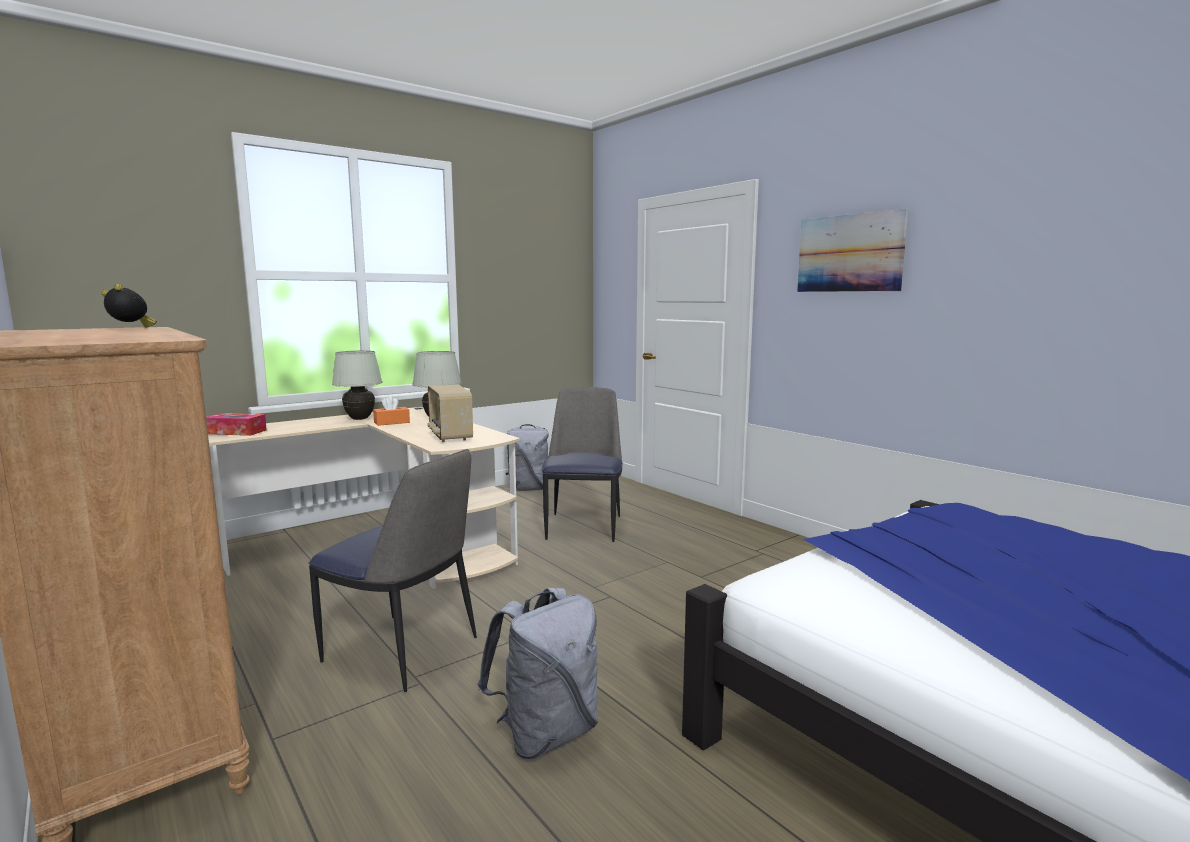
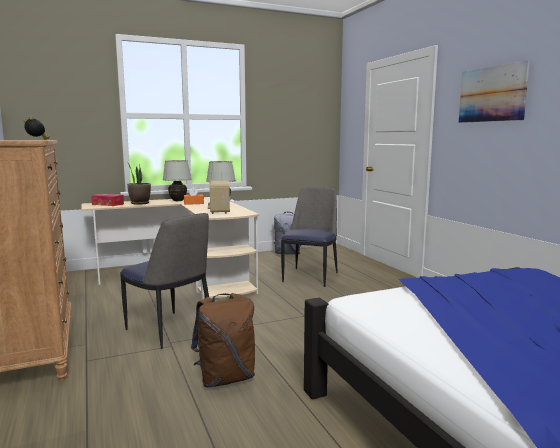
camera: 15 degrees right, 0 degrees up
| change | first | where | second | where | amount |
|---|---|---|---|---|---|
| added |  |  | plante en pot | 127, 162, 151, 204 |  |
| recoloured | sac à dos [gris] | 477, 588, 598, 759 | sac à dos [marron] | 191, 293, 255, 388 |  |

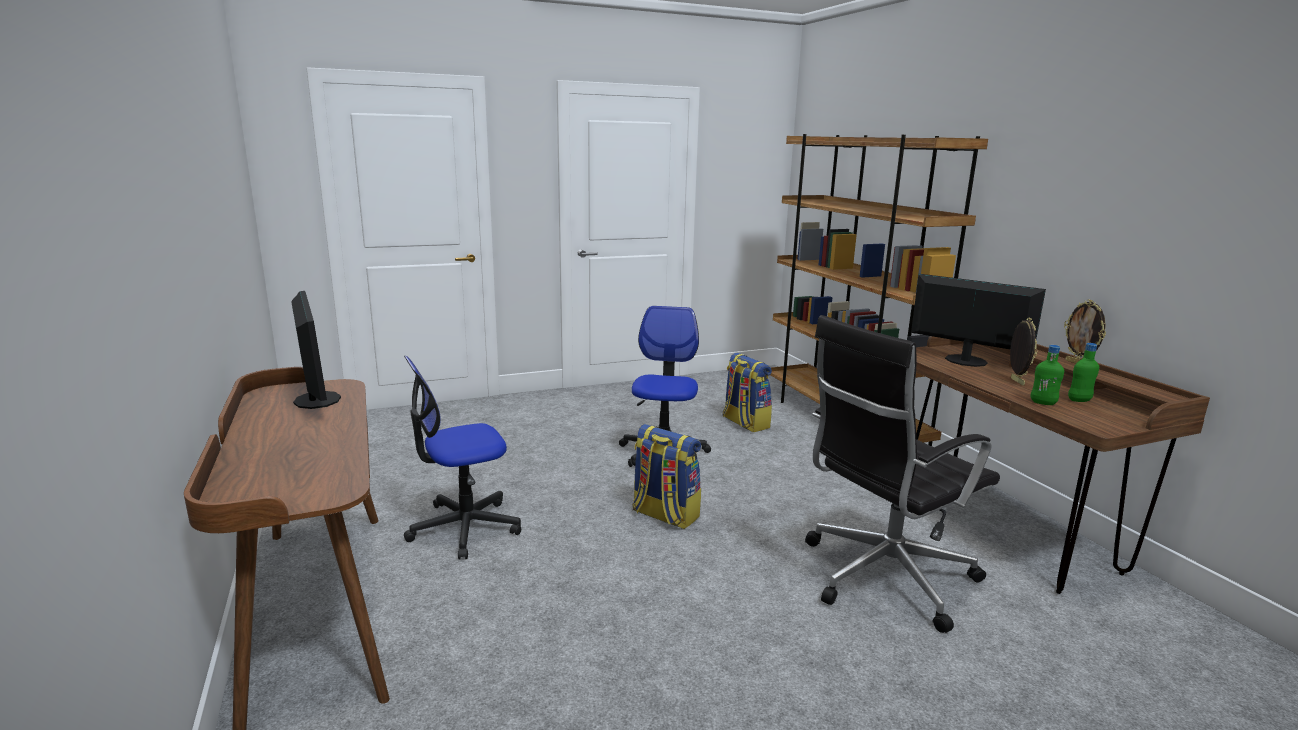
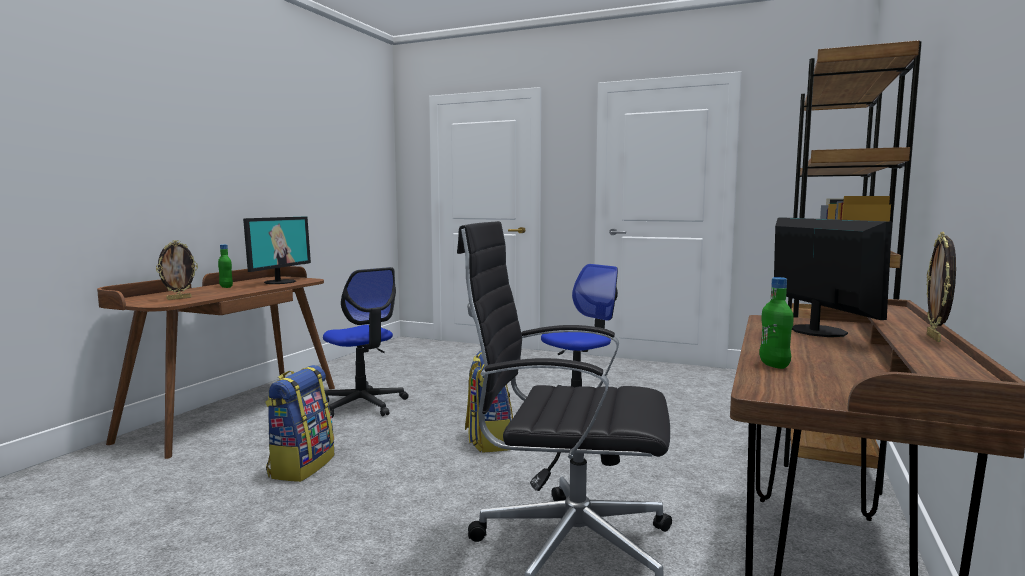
camera: 45 degrees right, 10 degrees down
| change | first | where | second | where | amount |
|---|---|---|---|---|---|
| moved | sac à dos | 722, 353, 772, 432 |  | 265, 365, 334, 482 |  |
| moved | cadre photo | 1010, 317, 1037, 386 |  | 156, 240, 198, 300 |  |
| moved | bouteille [vert] | 1068, 343, 1099, 402 |  | 218, 244, 233, 288 |  |
| turned | chaise de bureau | 404, 356, 521, 559 |  | 323, 267, 409, 418 | 150 degrees counterclockwise |

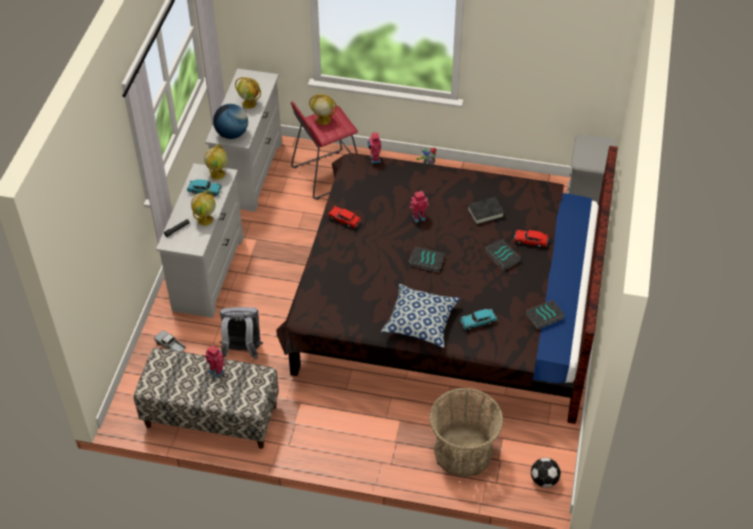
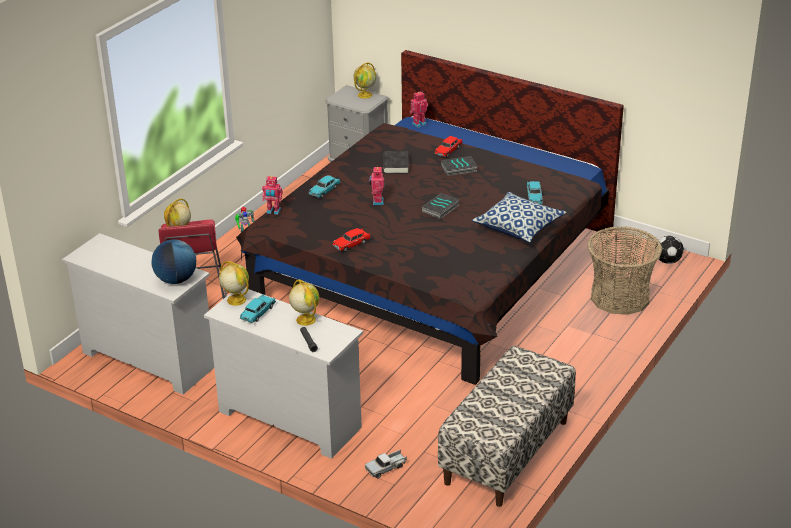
camera: 70 degrees left, 15 degrees down
| change | first | where | second | where | amount |
|---|---|---|---|---|---|
| removed | sac à dos [gris] | 220, 307, 263, 360 |  |  |  |
| removed | livre | 525, 300, 565, 330 |  |  |  |
| added |  |  | petite voiture [turquoise] | 309, 175, 340, 198 |  |
| moved | robot jouet | 205, 345, 226, 378 |  | 409, 91, 428, 128 |  |
| moved | globe | 235, 77, 261, 109 |  | 353, 62, 376, 99 |  |

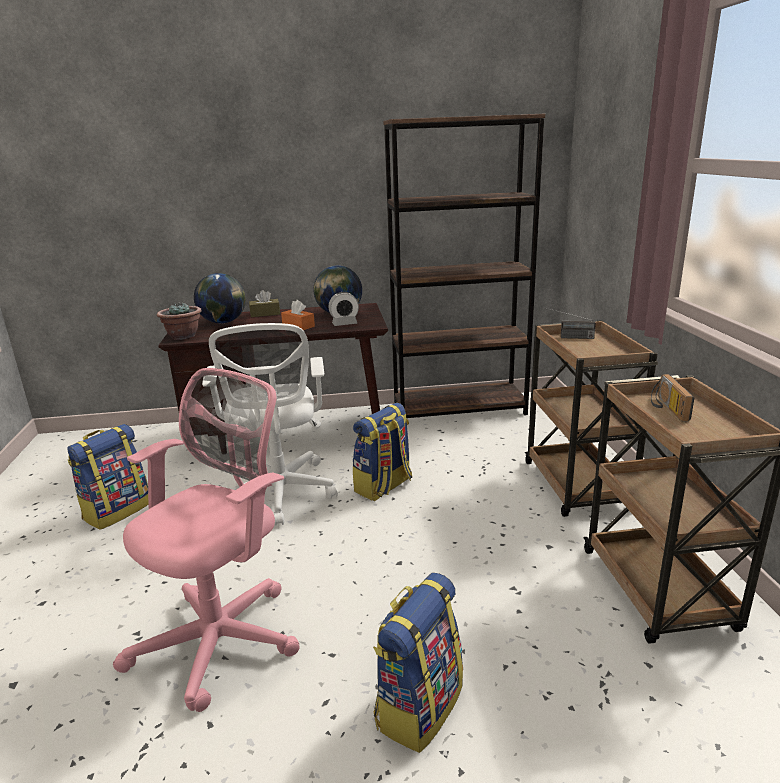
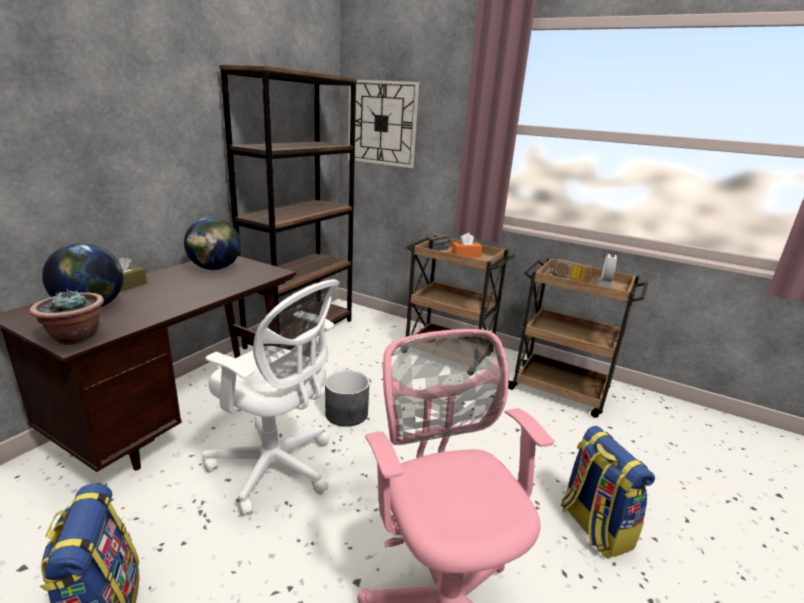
camera: 55 degrees left, 0 degrees up
| change | first | where | second | where | amount |
|---|---|---|---|---|---|
| added |  |  | horloge murale | 348, 80, 419, 168 |  |
| moved | boîte à mouchoirs [orange] | 281, 300, 315, 330 |  | 452, 233, 483, 258 |  |
| moved | réveil | 329, 292, 359, 326 |  | 598, 254, 617, 288 |  |
| replaced | sac à dos | 353, 403, 412, 501 | cache-pot [gris] | 325, 370, 369, 427 |  |

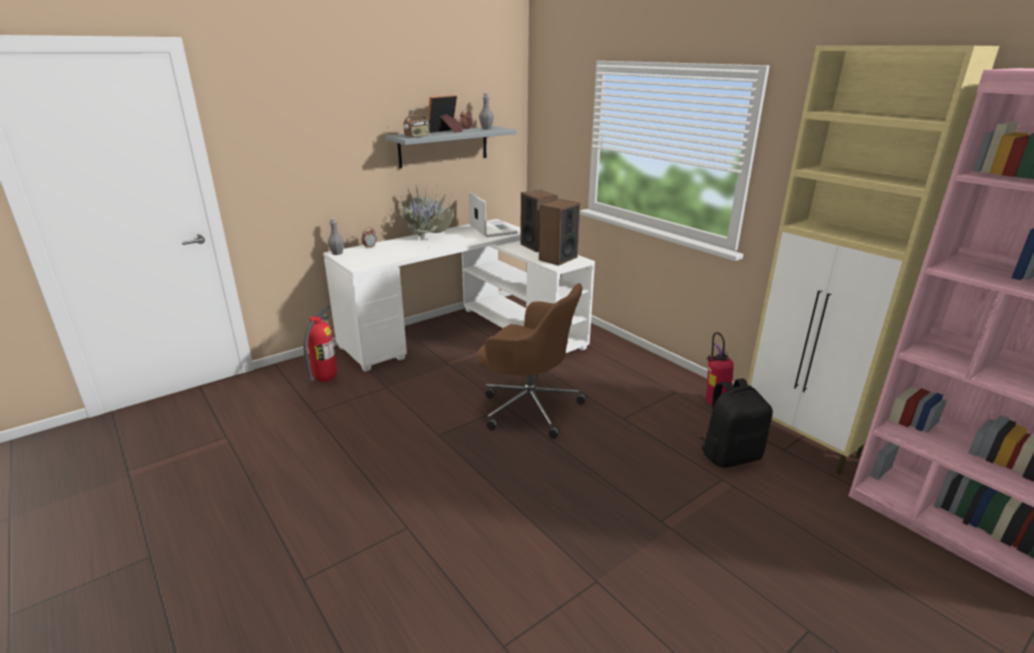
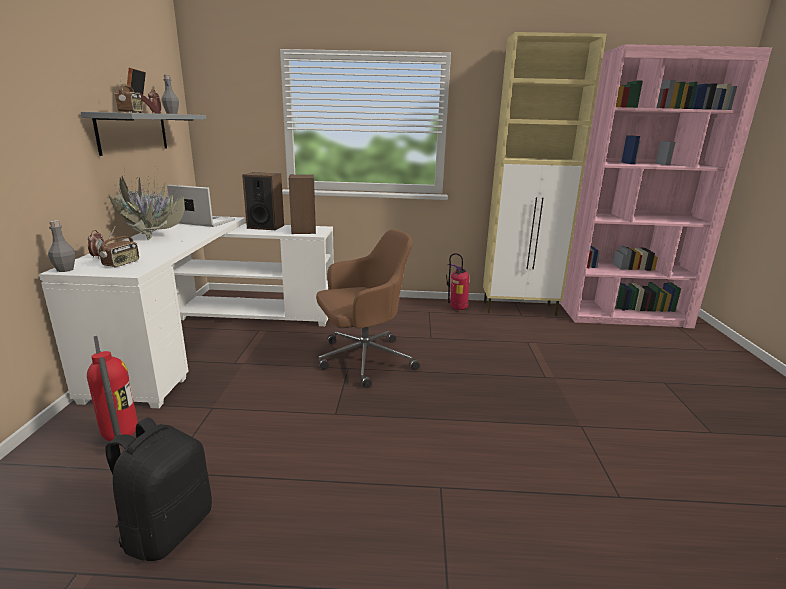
camera: 50 degrees left, 5 degrees down
| change | first | where | second | where | amount |
|---|---|---|---|---|---|
| added |  |  | radio | 99, 225, 139, 267 |  |
| moved | sac à dos [noir] | 700, 378, 773, 468 |  | 106, 417, 212, 561 |  |

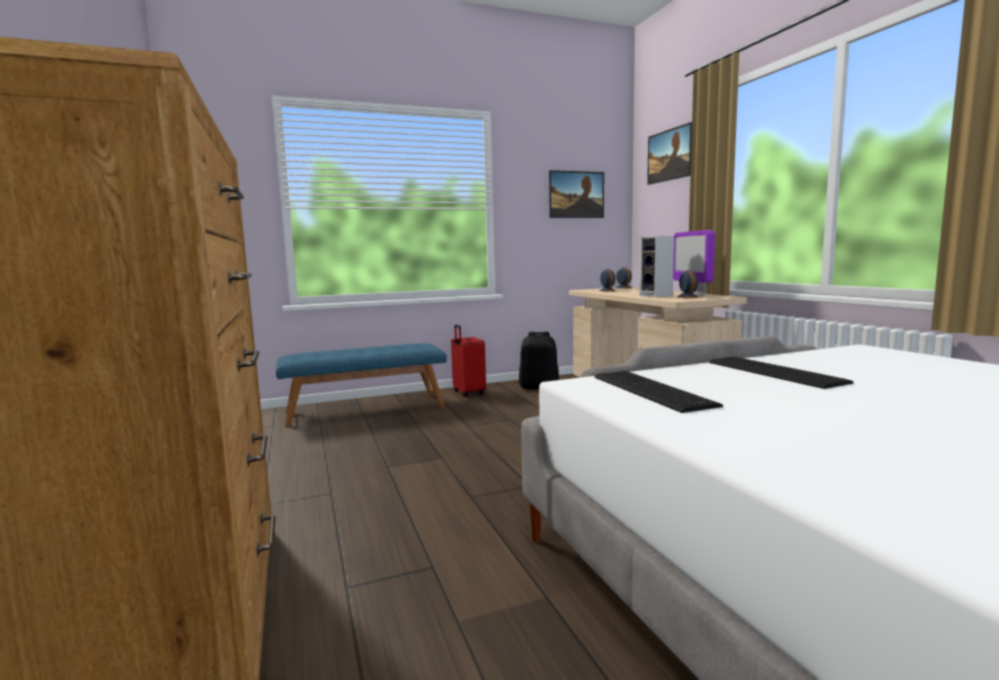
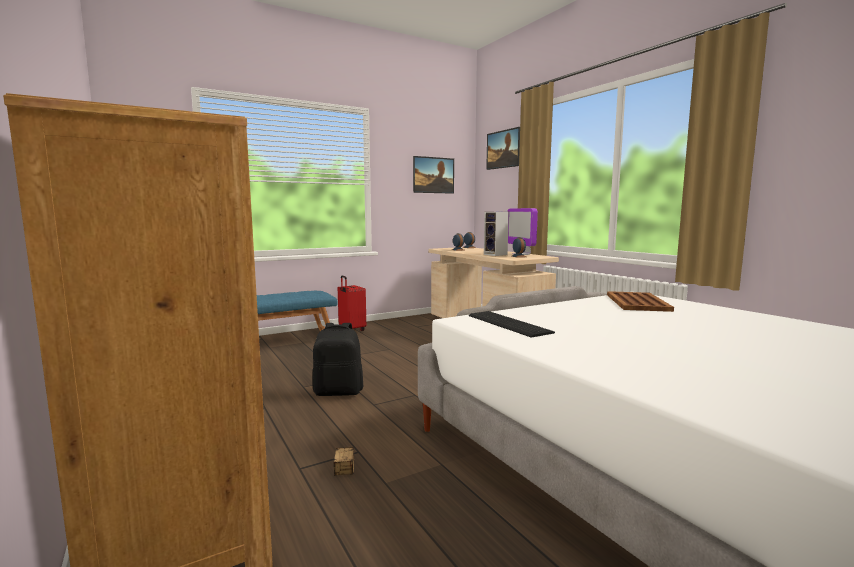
camera: 10 degrees left, 0 degrees up
| change | first | where | second | where | amount |
|---|---|---|---|---|---|
| removed | clavier | 709, 357, 854, 389 |  |  |  |
| added |  |  | boîte de rangement | 334, 447, 354, 476 |  |
| added |  |  | plateau [marron] | 607, 291, 674, 312 |  |
| moved | sac à dos [noir] | 519, 332, 559, 389 |  | 312, 323, 363, 396 |  |

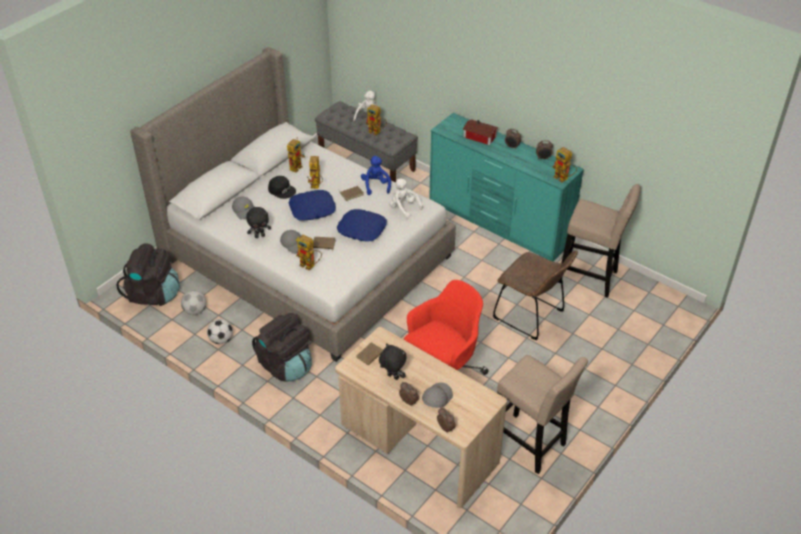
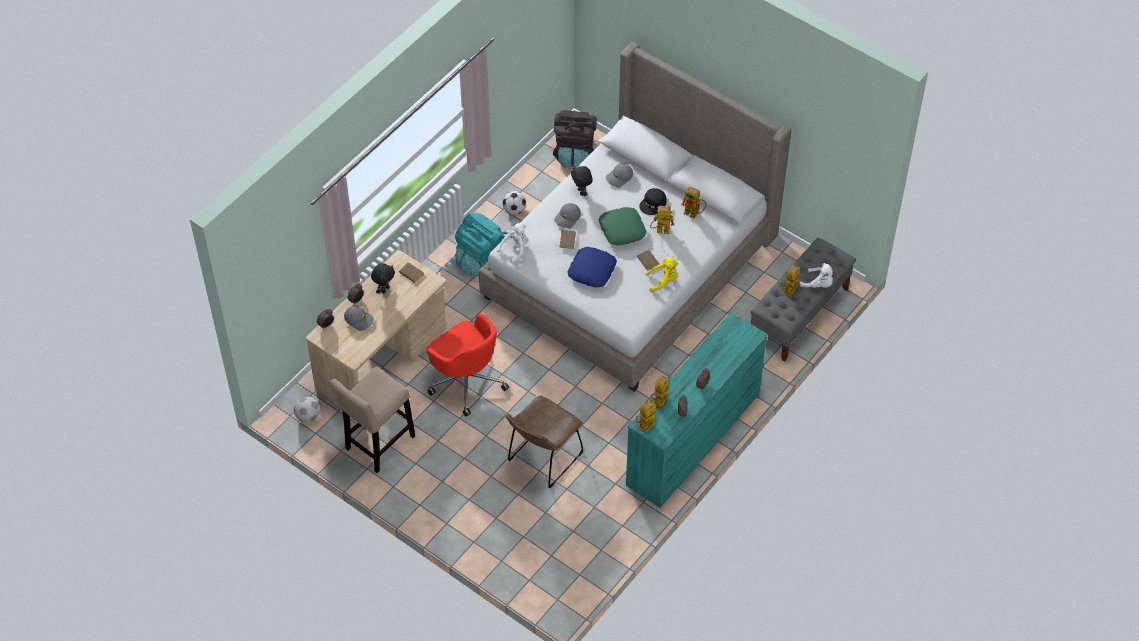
camera: 90 degrees right, 10 degrees up
| change | first | where | second | where | amount |
|---|---|---|---|---|---|
| removed | maison miniature | 463, 119, 499, 145 |  |  |  |
| removed | tabouret [beige] | 558, 184, 641, 298 |  |  |  |
| moved | ballon de foot | 181, 290, 206, 315 |  | 294, 397, 320, 422 |  |
| moved | robot jouet | 296, 235, 322, 271 |  | 650, 375, 670, 408 |  |
| moved | peluche [blanc] | 389, 178, 423, 219 |  | 497, 223, 527, 264 |  |
| recoloured | sac à dos [noir] | 252, 313, 312, 382 | sac à dos [turquoise] | 455, 213, 507, 276 |  |
| recoloured | coussin [bleu] | 289, 190, 336, 221 | coussin [vert] | 599, 207, 647, 245 |  |
| recoloured | peluche [bleu] | 361, 156, 391, 195 | peluche [jaune] | 646, 258, 679, 292 |  |

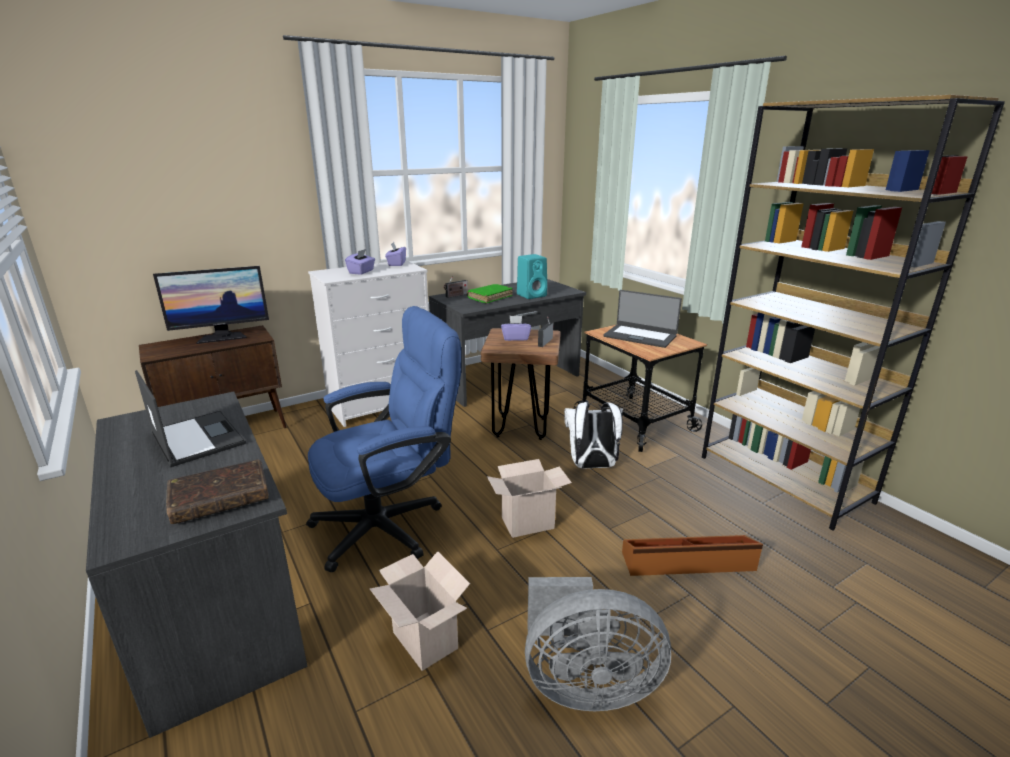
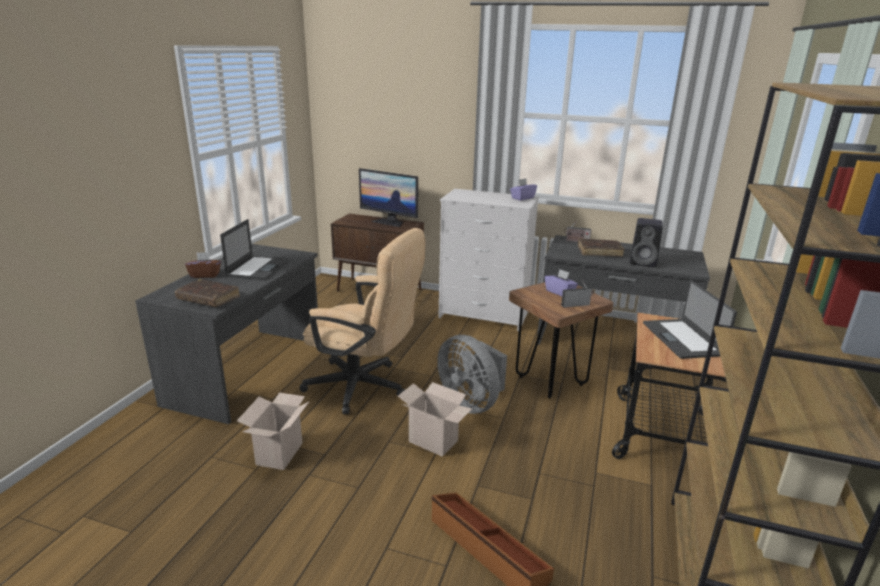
camera: 50 degrees right, 0 degrees up
| change | first | where | second | where | amount |
|---|---|---|---|---|---|
| removed | boîte à mouchoirs [violet] | 345, 249, 375, 275 |  |  |  |
| removed | sac à dos [blanc] | 564, 402, 623, 469 |  |  |  |
| added |  |  | boîte à mouchoirs [marron] | 185, 252, 221, 278 |  |
| moved | ventilateur [gris] | 525, 577, 671, 711 |  | 437, 335, 507, 414 |  |
| recoloured | chaise de bureau [bleu] | 306, 306, 461, 573 | chaise de bureau [beige] | 300, 228, 426, 414 |  |
| recoloured | livre [vert] | 467, 284, 513, 304 | livre [marron] | 578, 239, 625, 257 |  |
| recoloured | enceinte [turquoise] | 517, 254, 547, 299 | enceinte [noir] | 630, 218, 663, 267 |  |

